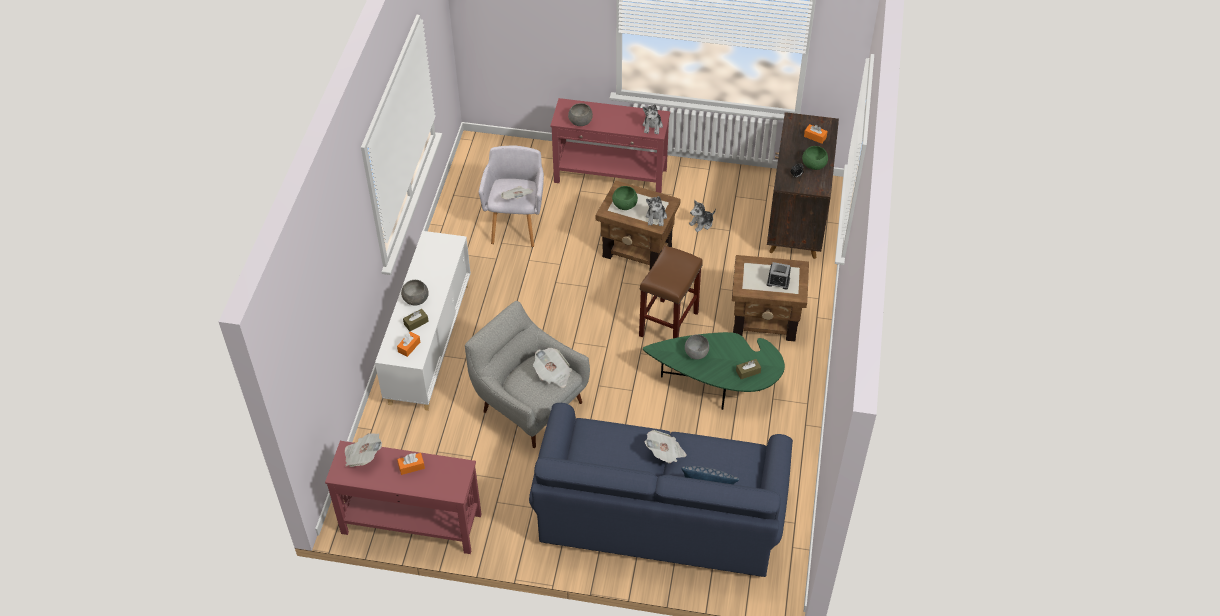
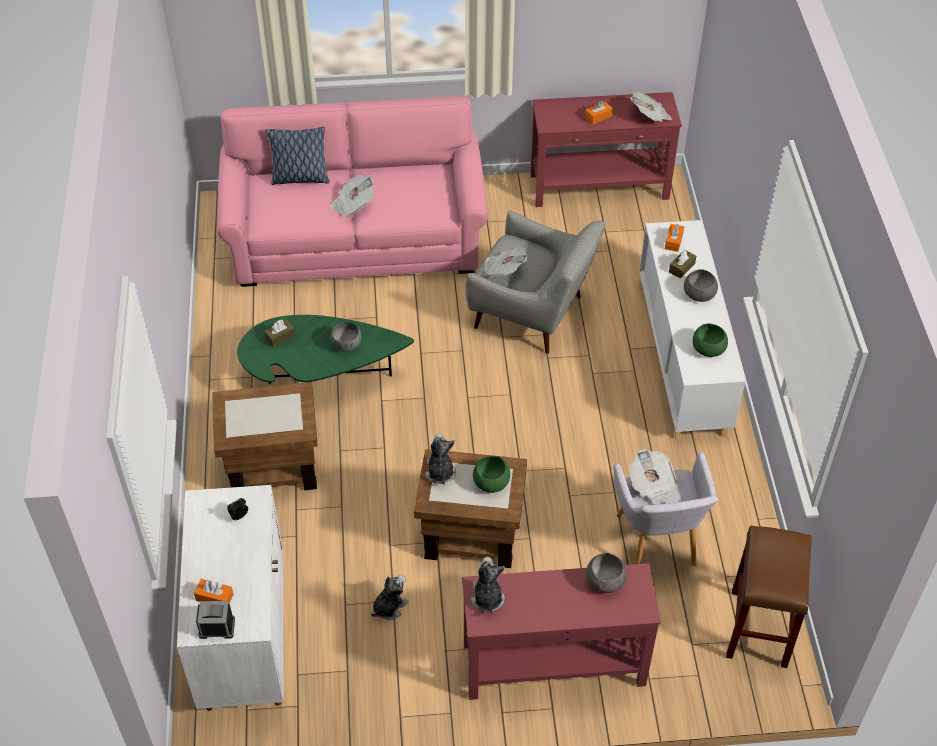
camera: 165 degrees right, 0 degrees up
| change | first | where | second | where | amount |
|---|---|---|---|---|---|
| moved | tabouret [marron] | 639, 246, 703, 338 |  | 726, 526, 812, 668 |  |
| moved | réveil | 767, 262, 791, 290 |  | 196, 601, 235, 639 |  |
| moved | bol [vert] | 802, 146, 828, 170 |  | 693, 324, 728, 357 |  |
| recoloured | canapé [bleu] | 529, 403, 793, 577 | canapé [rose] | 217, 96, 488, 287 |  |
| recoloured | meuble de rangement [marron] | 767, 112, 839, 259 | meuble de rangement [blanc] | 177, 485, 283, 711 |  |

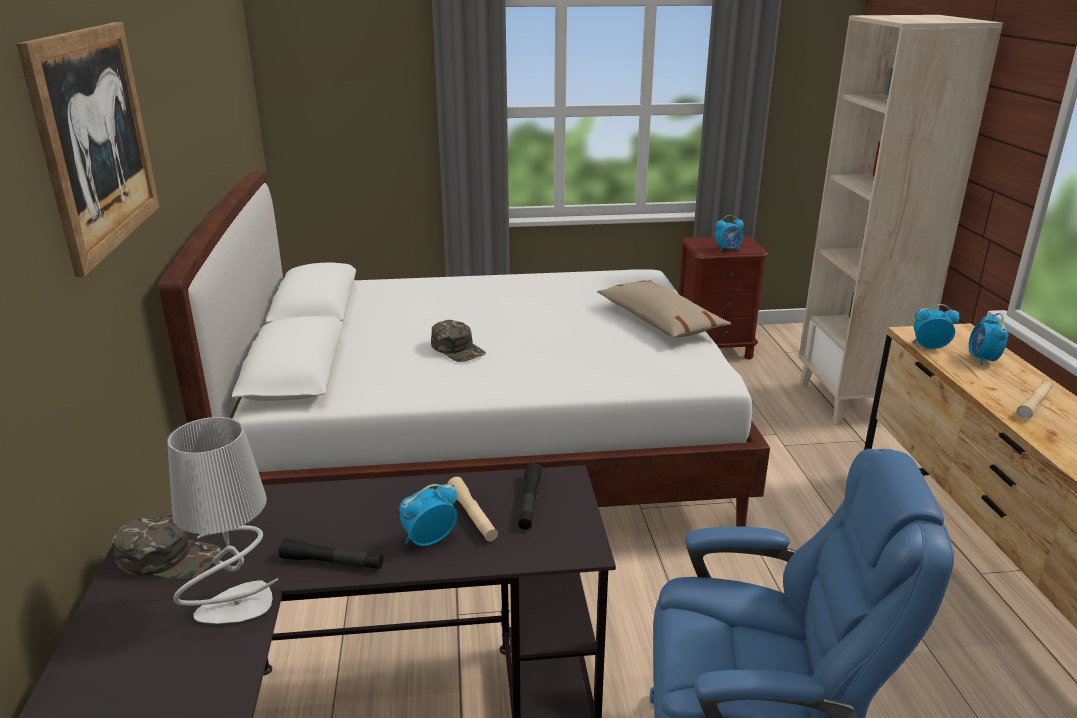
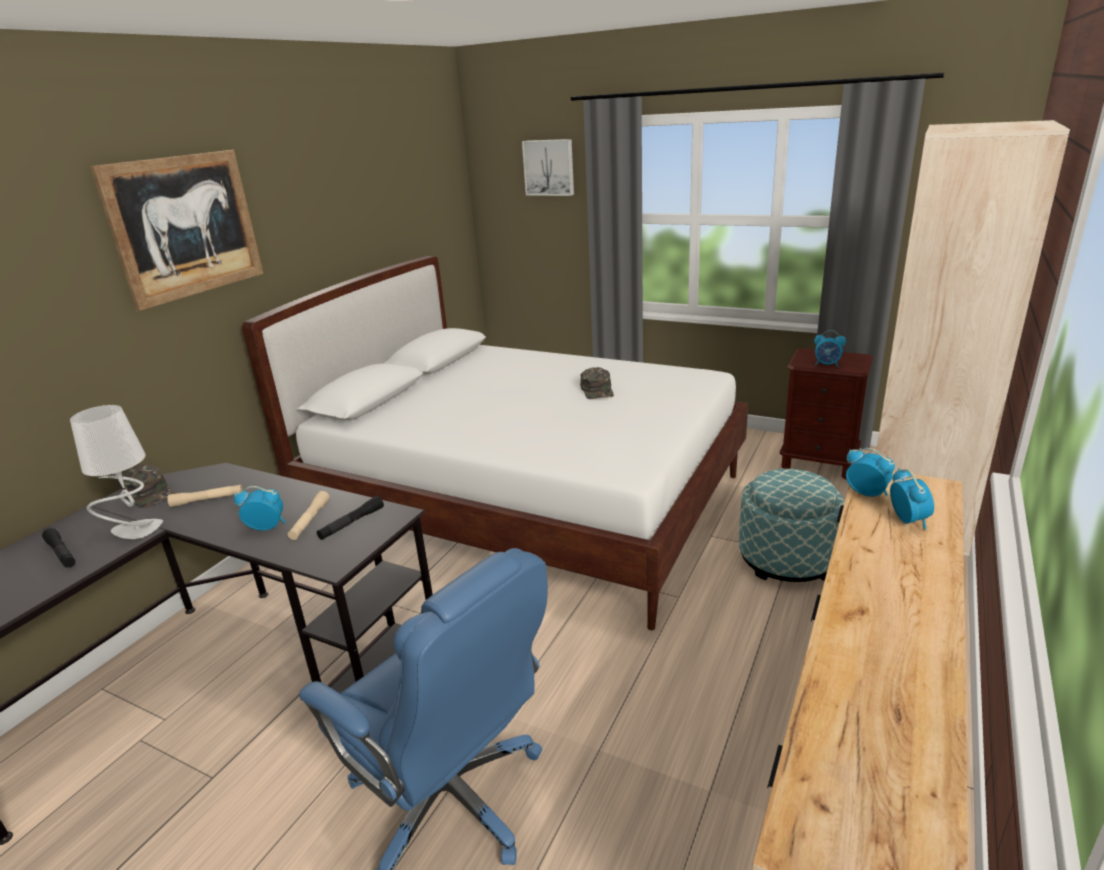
camera: 35 degrees right, 0 degrees up
| change | first | where | second | where | amount |
|---|---|---|---|---|---|
| removed | coussin [beige] | 597, 280, 731, 337 |  |  |  |
| added |  |  | tableau | 522, 139, 574, 196 |  |
| added |  |  | pouf | 739, 469, 845, 582 |  |
| moved | lampe de poche [noir] | 279, 538, 383, 569 |  | 42, 528, 75, 568 |  |
| moved | casquette [vert] | 431, 320, 486, 362 |  | 580, 367, 614, 399 |  |
| moved | lampe de poche [beige] | 1016, 380, 1053, 420 |  | 167, 484, 243, 507 |  |
| turned | réveil | 969, 313, 1009, 366 |  | 890, 468, 934, 530 | 135 degrees clockwise |

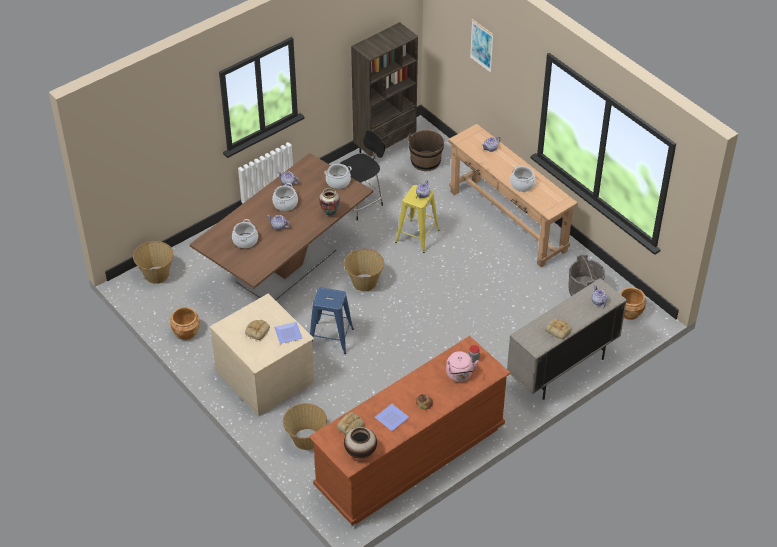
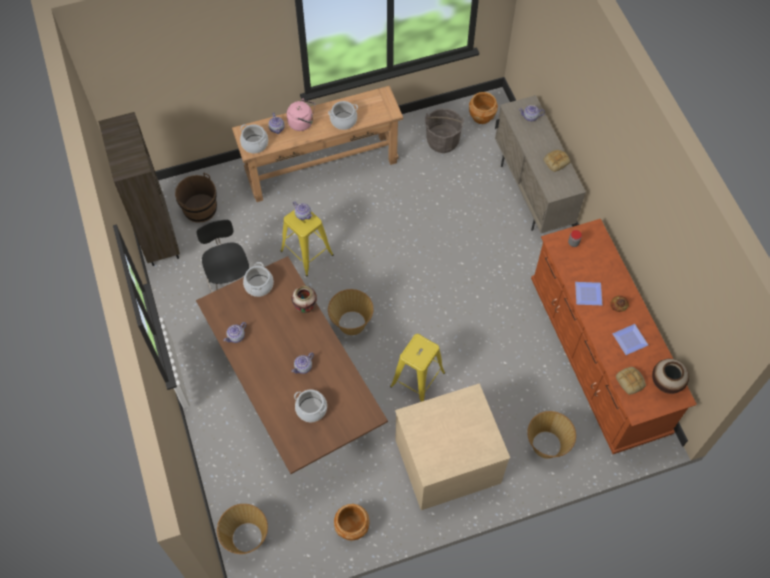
camera: 70 degrees left, 15 degrees up
| change | first | where | second | where | amount |
|---|---|---|---|---|---|
| removed | pain | 245, 320, 270, 340 |  |  |  |
| removed | tableau | 470, 19, 494, 73 |  |  |  |
| moved | marmite | 272, 183, 298, 211 |  | 240, 124, 268, 154 |  |
| moved | assiette | 274, 322, 302, 344 |  | 575, 282, 602, 305 |  |
| moved | bouilloire [rose] | 446, 351, 479, 382 |  | 287, 98, 315, 131 |  |
| recoloured | tabouret [bleu] | 310, 287, 354, 354 | tabouret [jaune] | 390, 334, 445, 402 |  |

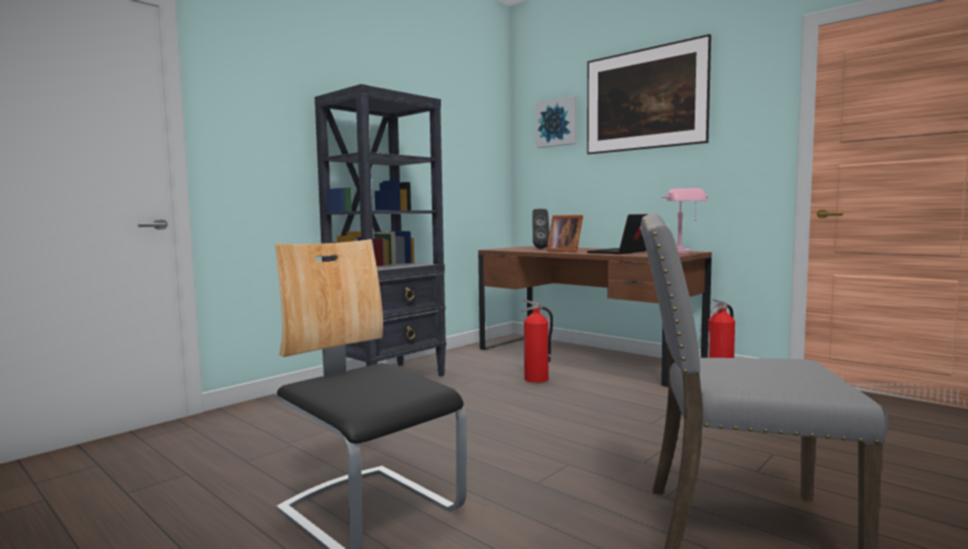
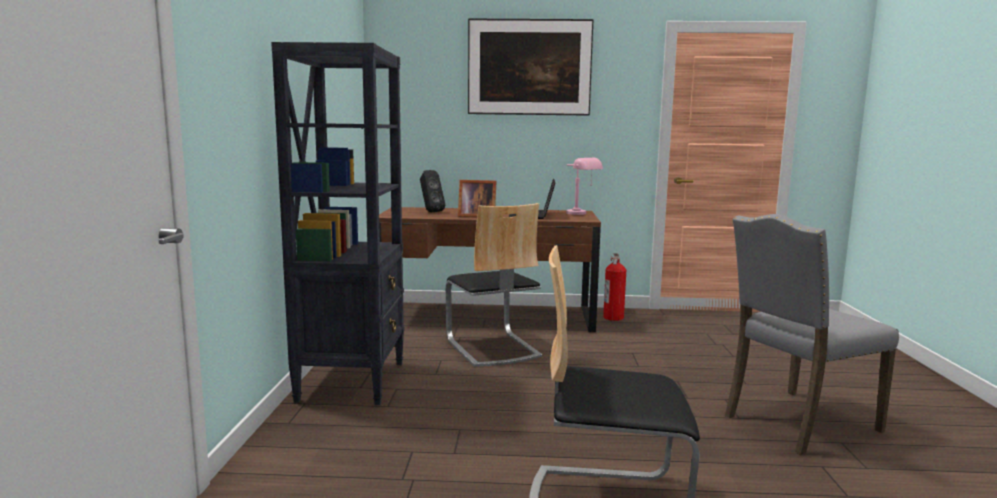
camera: 40 degrees left, 5 degrees up
| change | first | where | second | where | amount |
|---|---|---|---|---|---|
| removed | tableau | 536, 96, 576, 148 |  |  |  |
| replaced | extincteur | 521, 299, 553, 383 | chaise | 446, 203, 542, 367 |  |

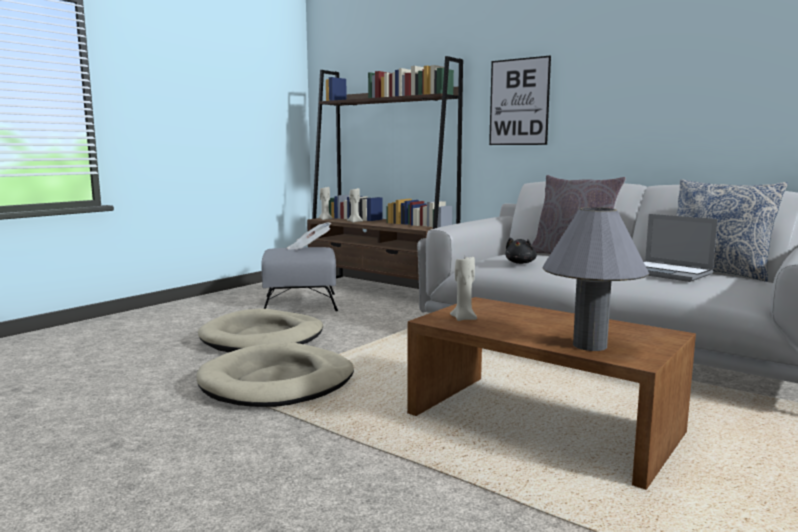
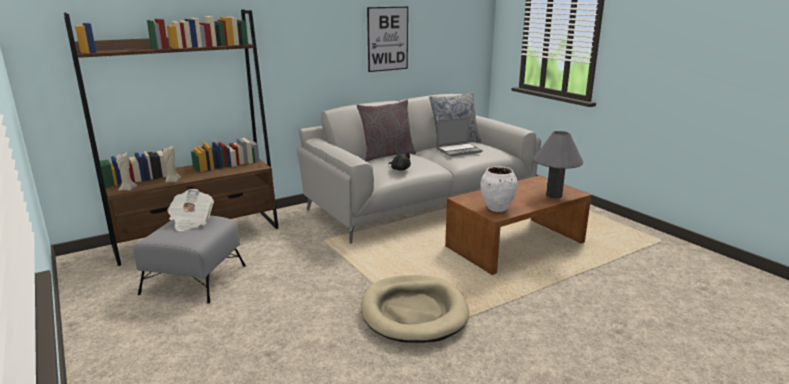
camera: 70 degrees left, 10 degrees up
| change | first | where | second | where | amount |
|---|---|---|---|---|---|
| removed | panier pour chien [beige] | 198, 308, 323, 352 |  |  |  |
| moved | tableau | 489, 56, 551, 145 |  | 367, 7, 408, 72 |  |
| replaced | bougie [beige] | 450, 257, 477, 321 | vase [blanc] | 480, 166, 518, 212 |  |

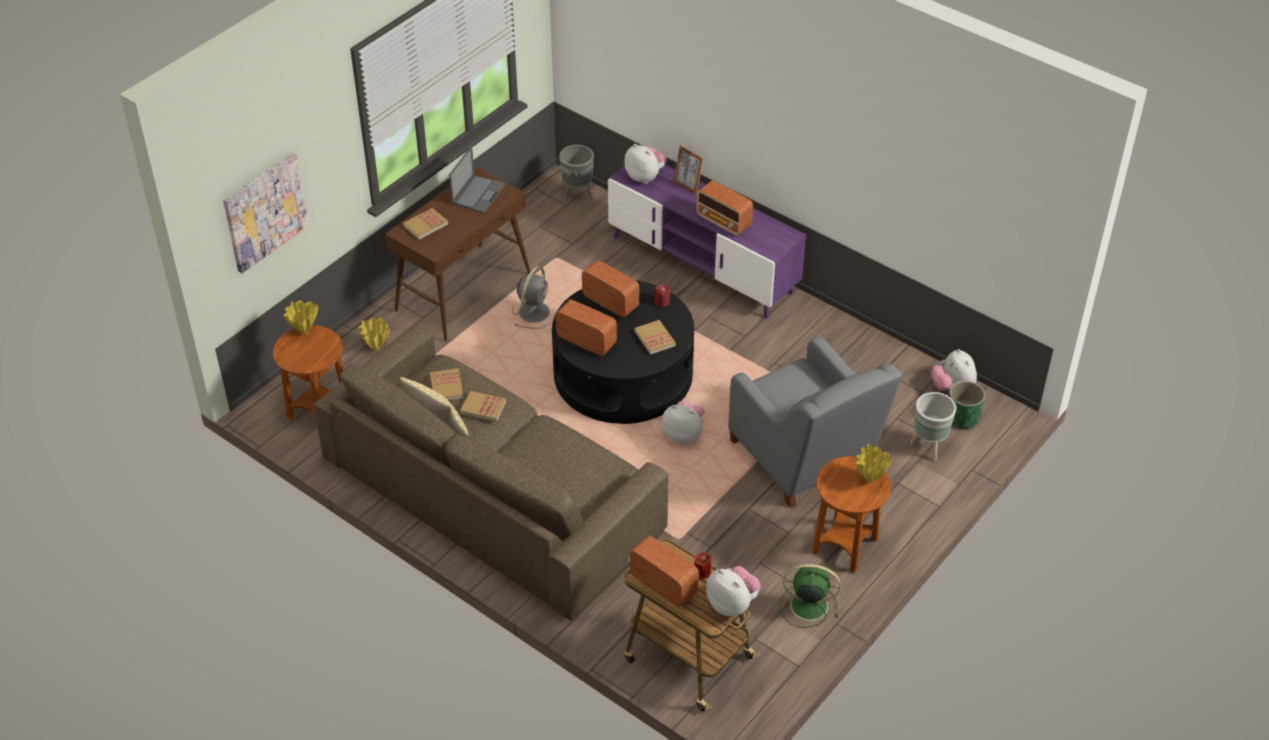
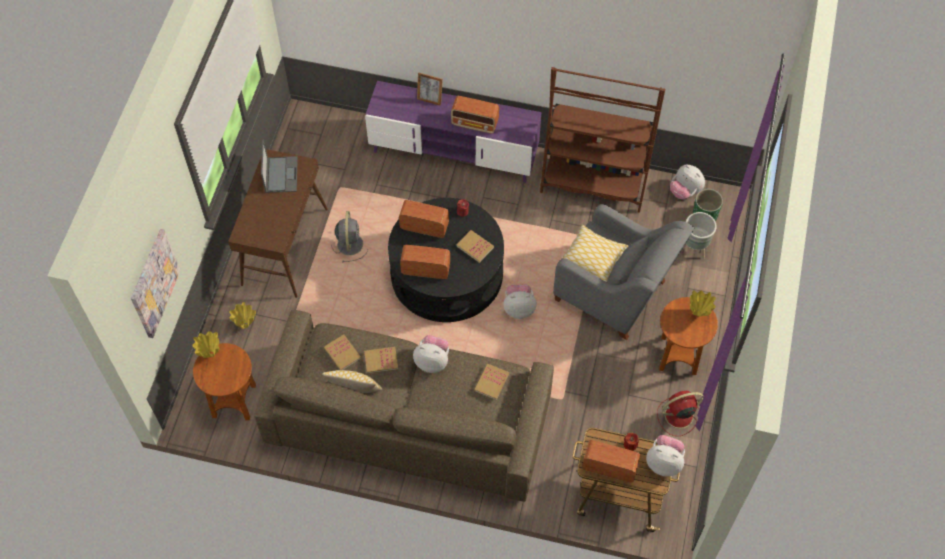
camera: 25 degrees left, 15 degrees up
| change | first | where | second | where | amount |
|---|---|---|---|---|---|
| removed | cache-pot [gris] | 559, 145, 594, 203 |  |  |  |
| added |  |  | bibliothèque [marron] | 540, 67, 665, 213 |  |
| added |  |  | coussin | 562, 225, 628, 282 |  |
| moved | livre | 403, 208, 448, 240 |  | 474, 364, 509, 400 |  |
| moved | peluche | 624, 144, 667, 184 |  | 413, 335, 449, 373 |  |
| recoloured | ventilateur [vert] | 780, 564, 840, 628 | ventilateur [rouge] | 657, 391, 704, 436 |  |

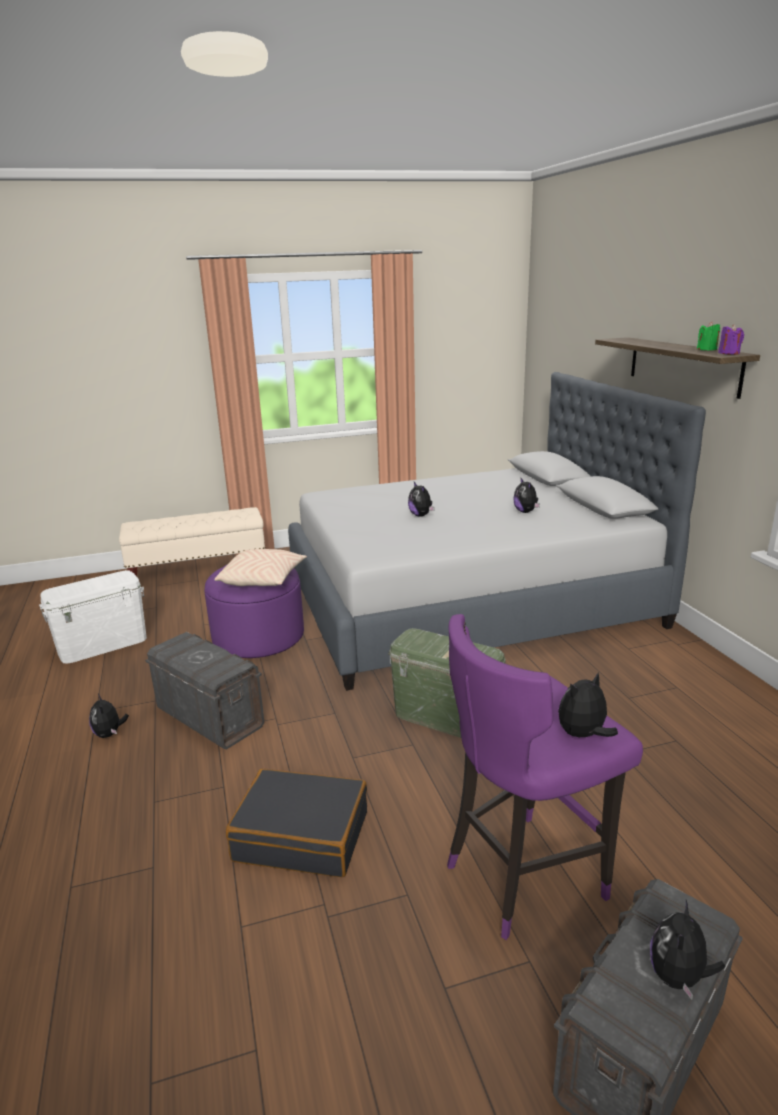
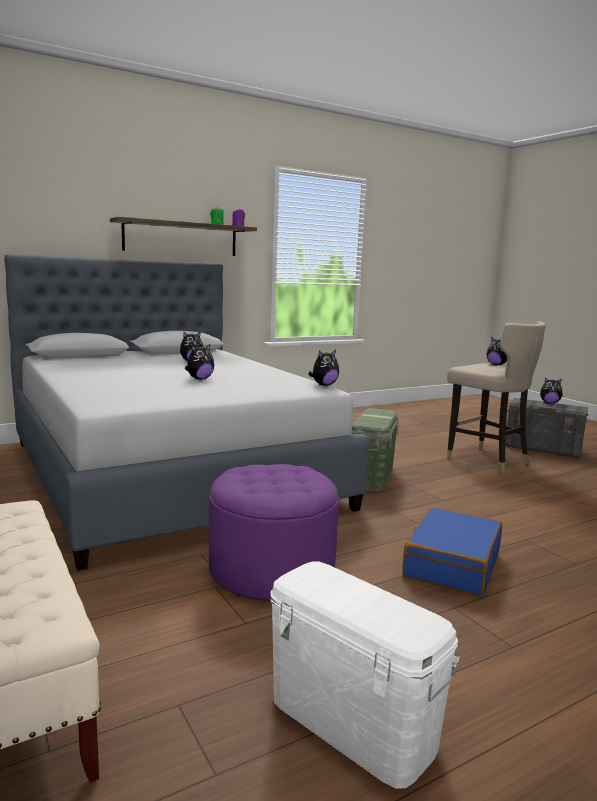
camera: 105 degrees left, 10 degrees down
| change | first | where | second | where | amount |
|---|---|---|---|---|---|
| removed | coussin [beige] | 214, 549, 307, 586 |  |  |  |
| removed | valise [noir] | 226, 769, 367, 877 |  |  |  |
| moved | peluche | 89, 694, 129, 738 |  | 308, 350, 339, 386 |  |
| replaced | boîte de rangement [gris] | 145, 632, 264, 750 | valise [bleu] | 402, 508, 502, 597 |  |
| recoloured | tabouret [violet] | 447, 614, 643, 940 | tabouret [beige] | 447, 321, 546, 474 |  |

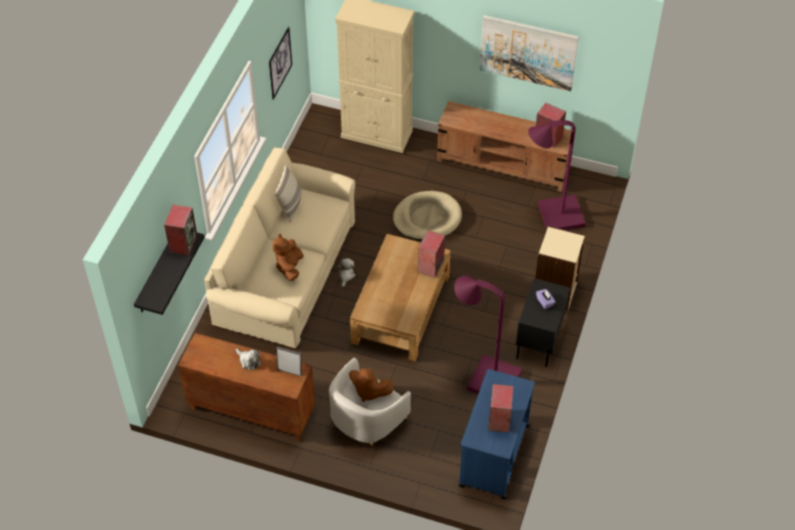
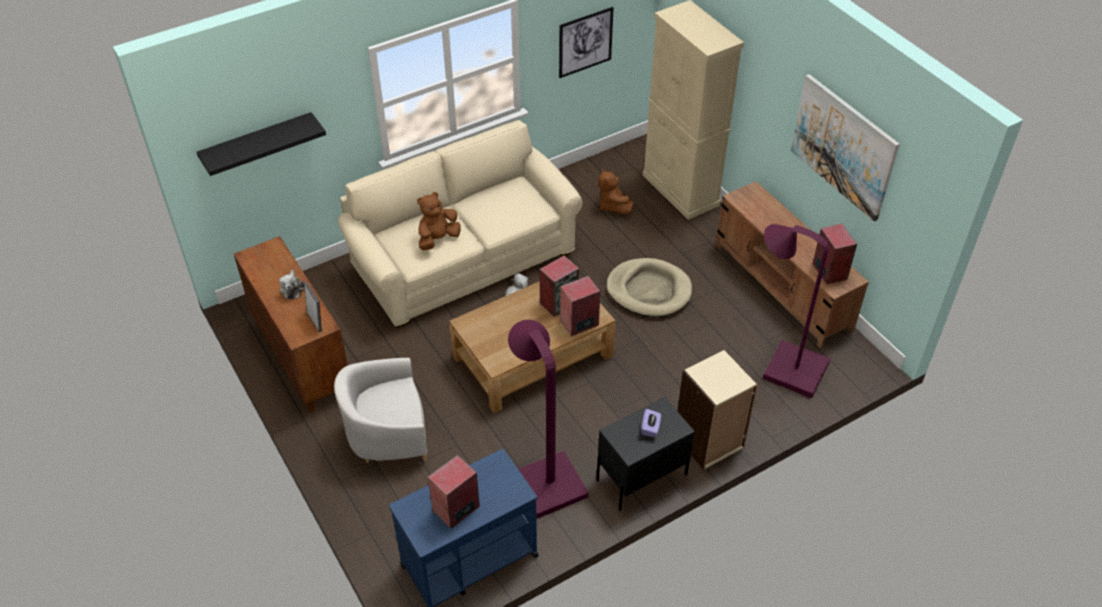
camera: 40 degrees right, 5 degrees down
| change | first | where | second | where | amount |
|---|---|---|---|---|---|
| removed | coussin | 274, 164, 302, 223 |  |  |  |
| moved | enceinte | 164, 204, 197, 256 |  | 540, 256, 579, 317 |  |
| moved | peluche [marron] | 349, 369, 394, 402 |  | 598, 169, 634, 214 |  |

